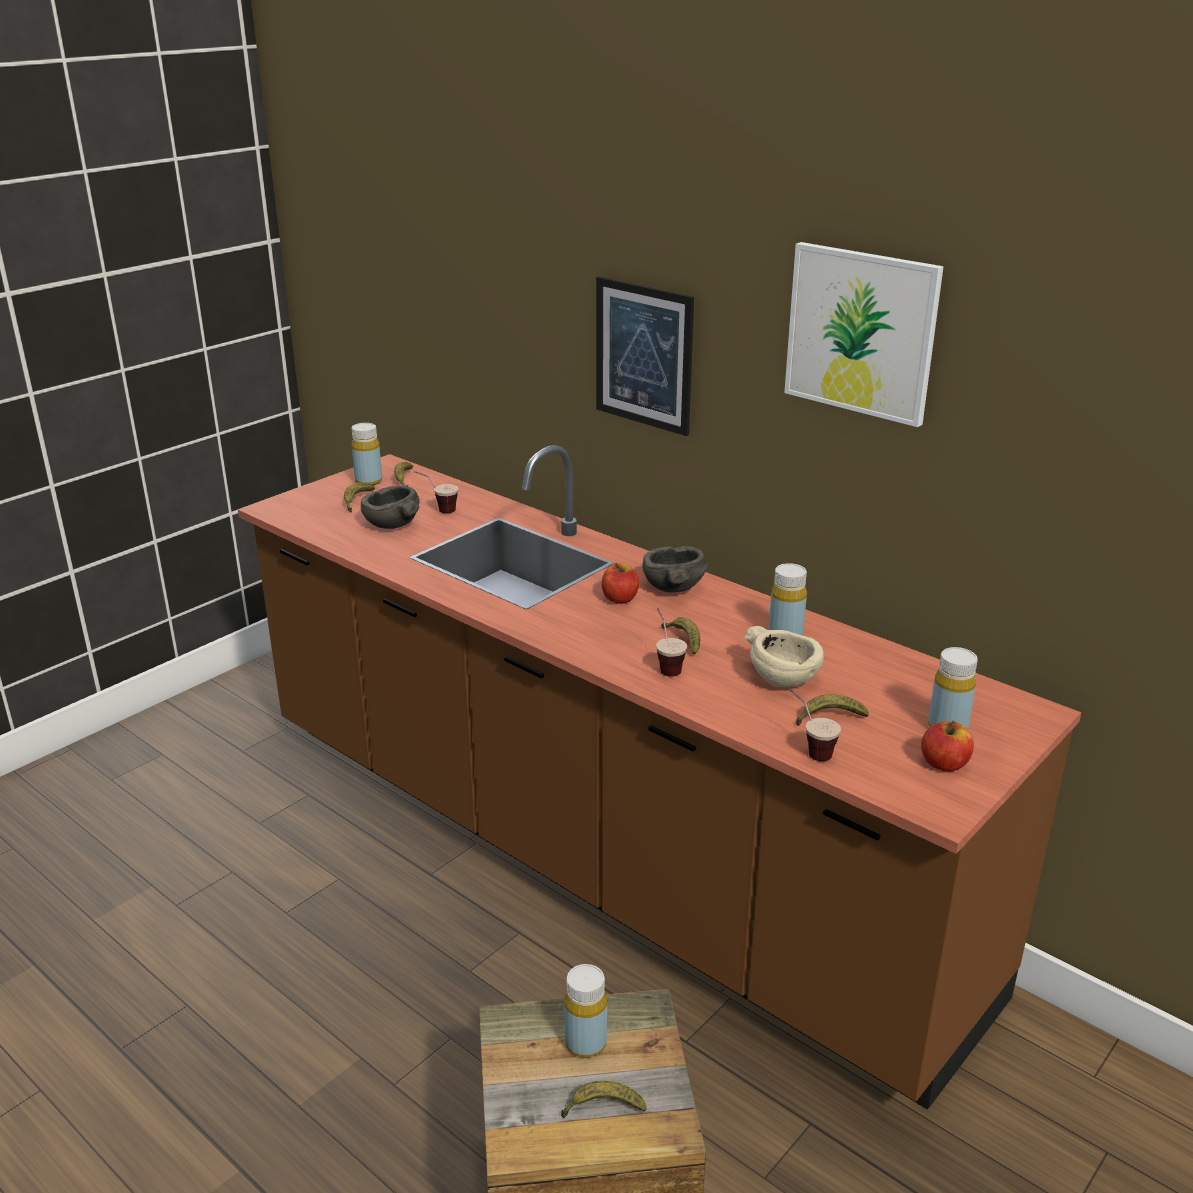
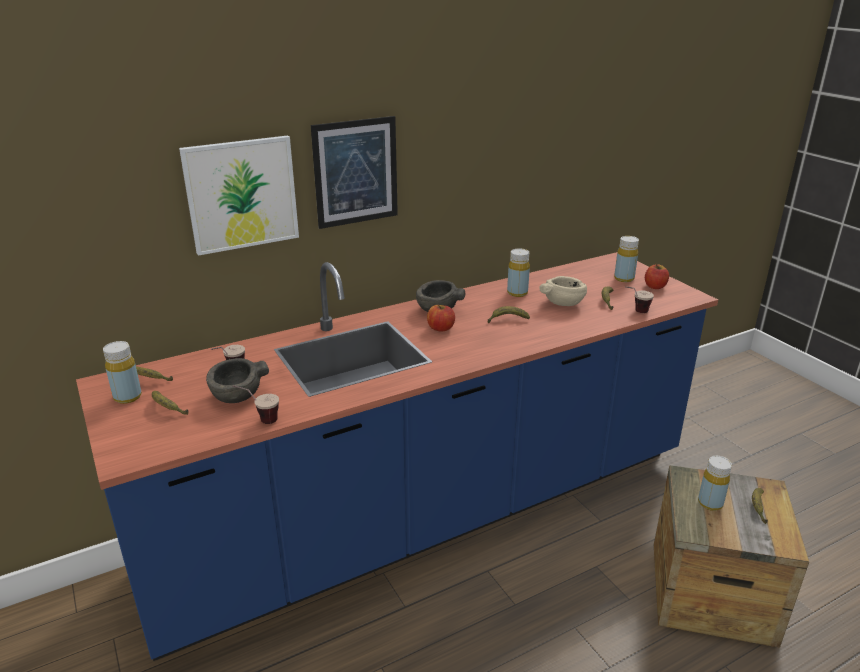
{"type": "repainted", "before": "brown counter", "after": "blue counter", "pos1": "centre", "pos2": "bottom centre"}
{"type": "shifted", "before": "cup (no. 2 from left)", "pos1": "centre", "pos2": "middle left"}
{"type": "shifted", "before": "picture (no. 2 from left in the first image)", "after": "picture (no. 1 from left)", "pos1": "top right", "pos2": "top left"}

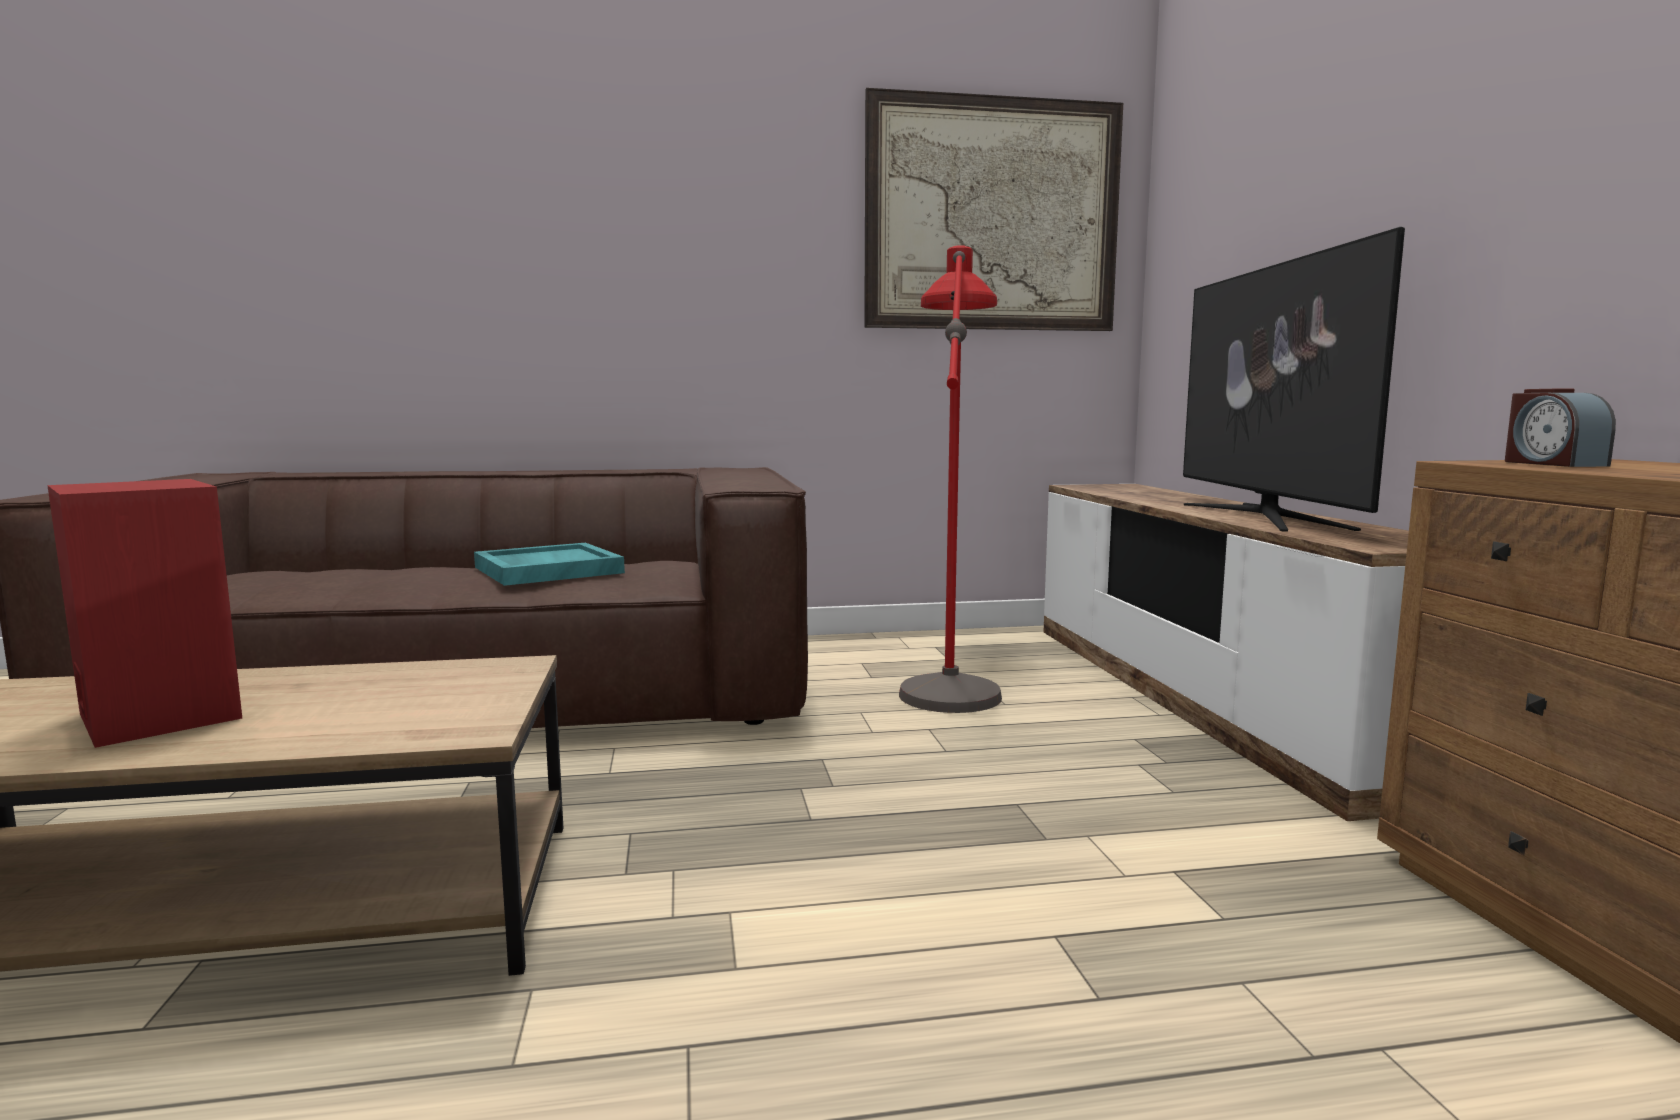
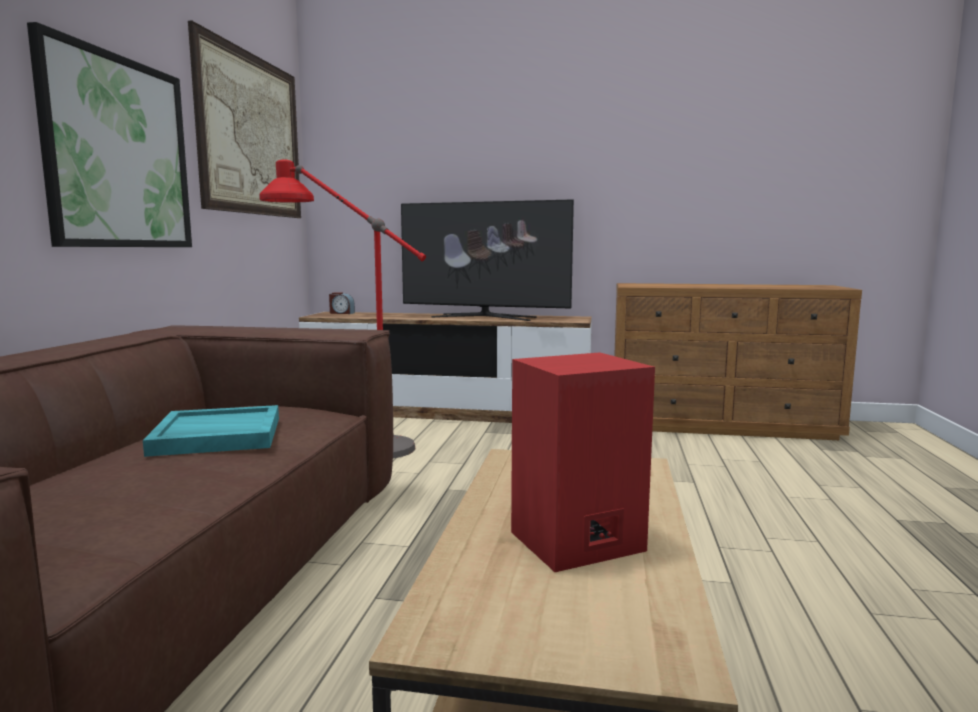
{"type": "shifted", "before": "alarm clock", "pos1": "middle right", "pos2": "centre"}
{"type": "new", "after": "picture (no. 1 from left)", "pos2": "top left"}

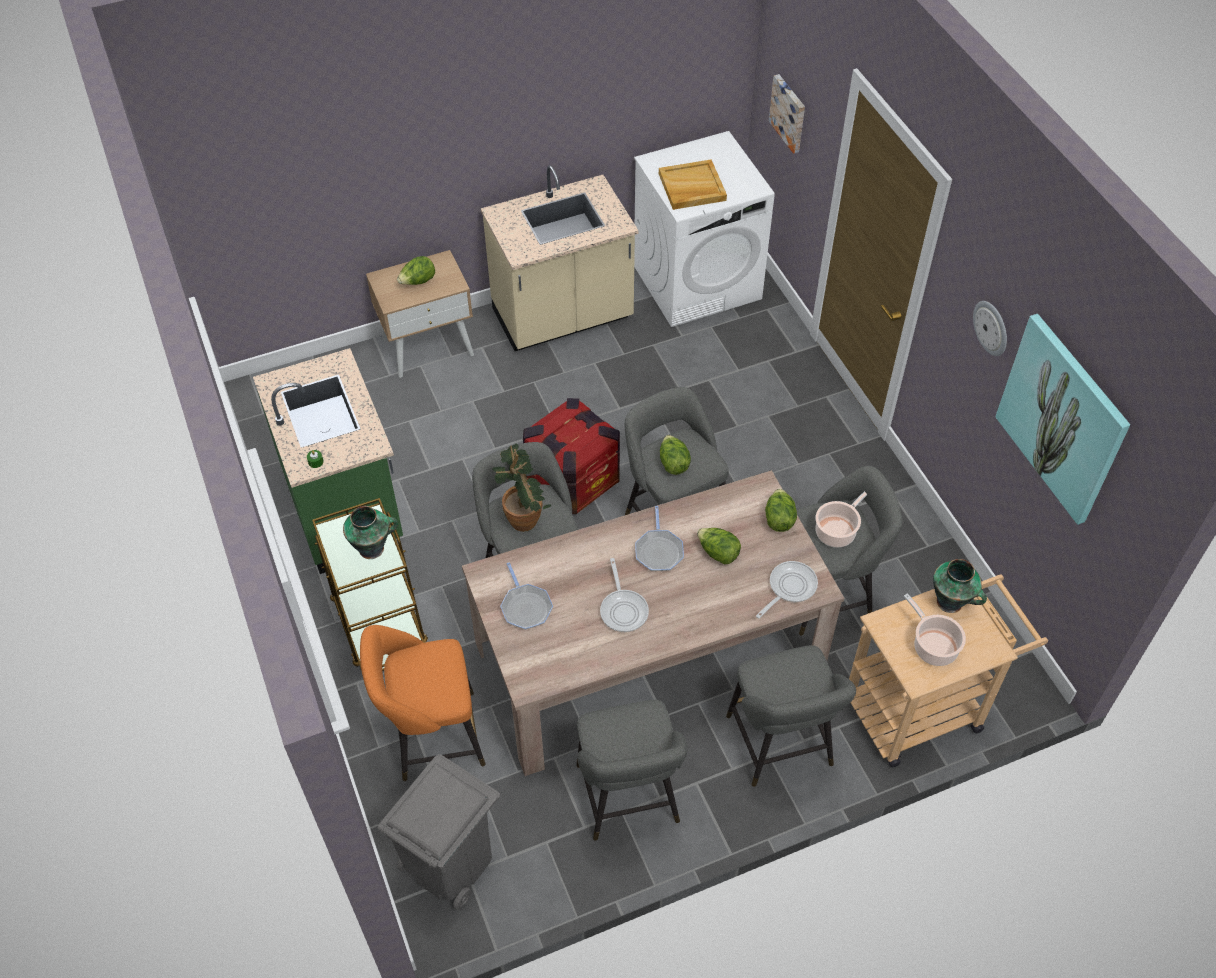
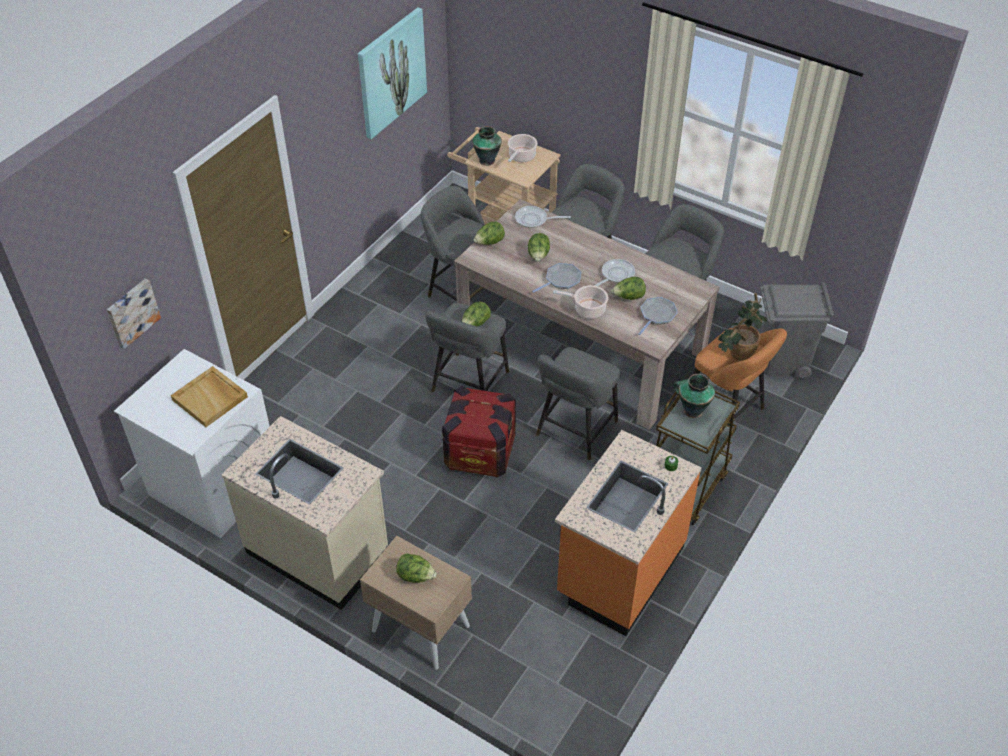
{"type": "repainted", "before": "green counter", "after": "orange counter", "pos1": "middle left", "pos2": "bottom centre"}
{"type": "shifted", "before": "potted plant", "pos1": "centre", "pos2": "middle right"}
{"type": "shifted", "before": "cooking pot (no. 1 from left in the first image)", "after": "cooking pot (no. 2 from left)", "pos1": "middle right", "pos2": "centre"}
{"type": "gone", "before": "wall clock", "pos1": "middle right"}
{"type": "new", "after": "lettuce (no. 5 from left)", "pos2": "centre"}

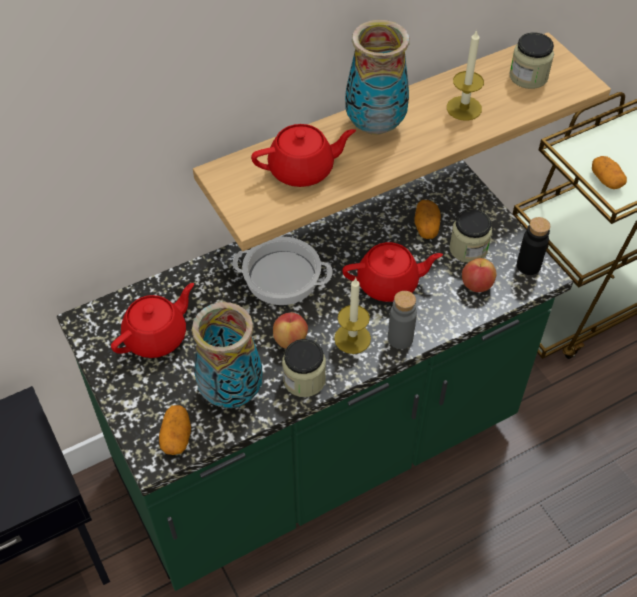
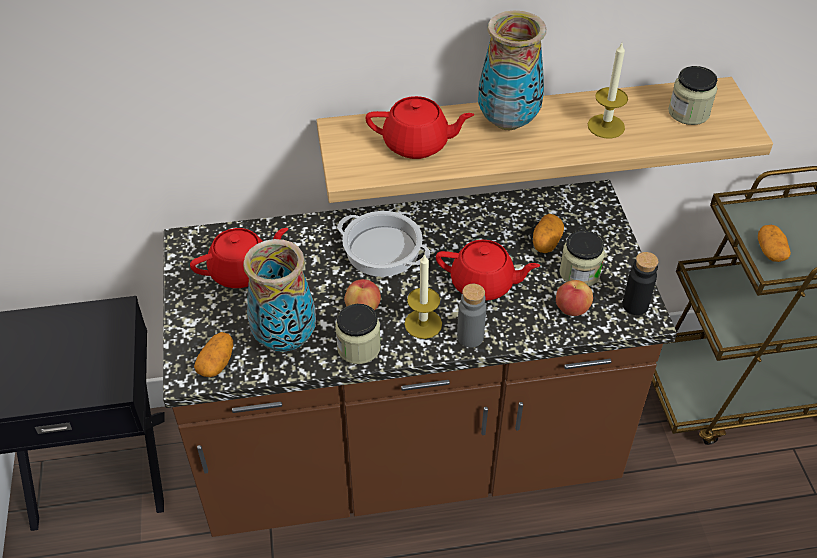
{"type": "repainted", "before": "green counter", "after": "brown counter", "pos1": "centre", "pos2": "centre"}

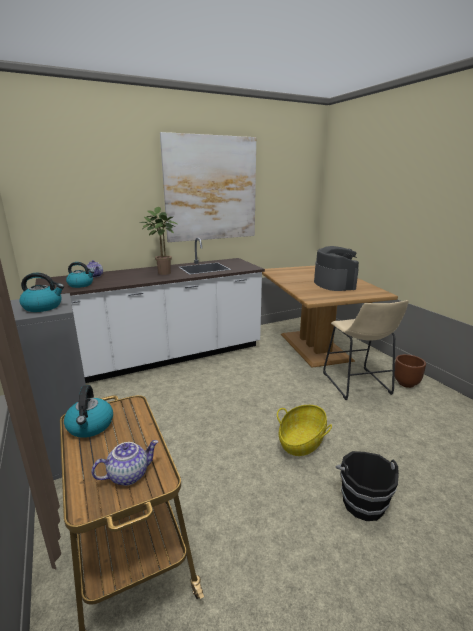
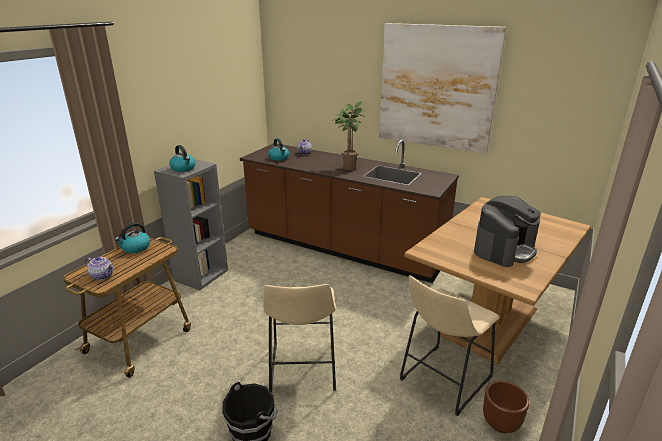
{"type": "repainted", "before": "white counter", "after": "brown counter", "pos1": "middle left", "pos2": "centre"}
{"type": "swapped", "before": "basket", "after": "beige stool (no. 1 from left)", "pos1": "bottom centre", "pos2": "bottom centre"}

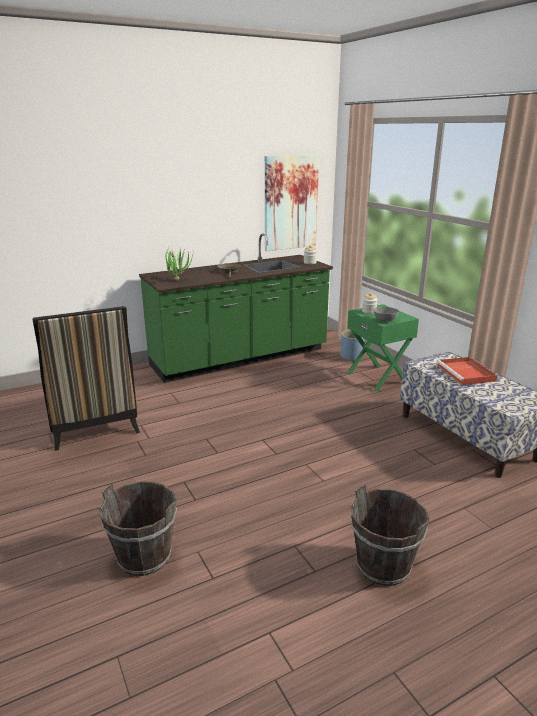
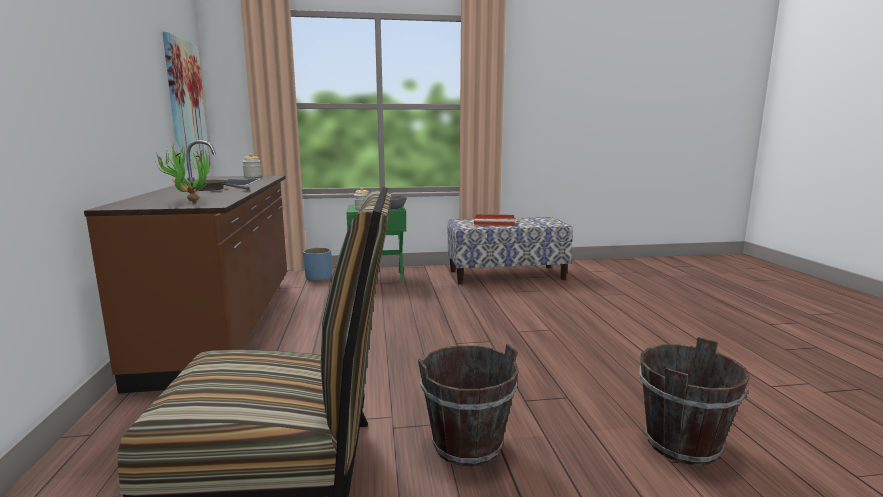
{"type": "repainted", "before": "green counter", "after": "brown counter", "pos1": "centre", "pos2": "middle left"}
{"type": "shifted", "before": "brown bucket (no. 2 from left in the first image)", "after": "brown bucket (no. 1 from left)", "pos1": "bottom right", "pos2": "bottom centre"}

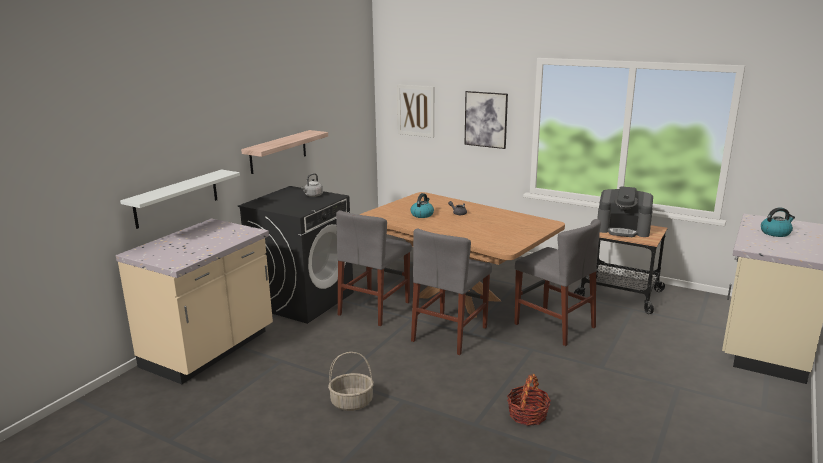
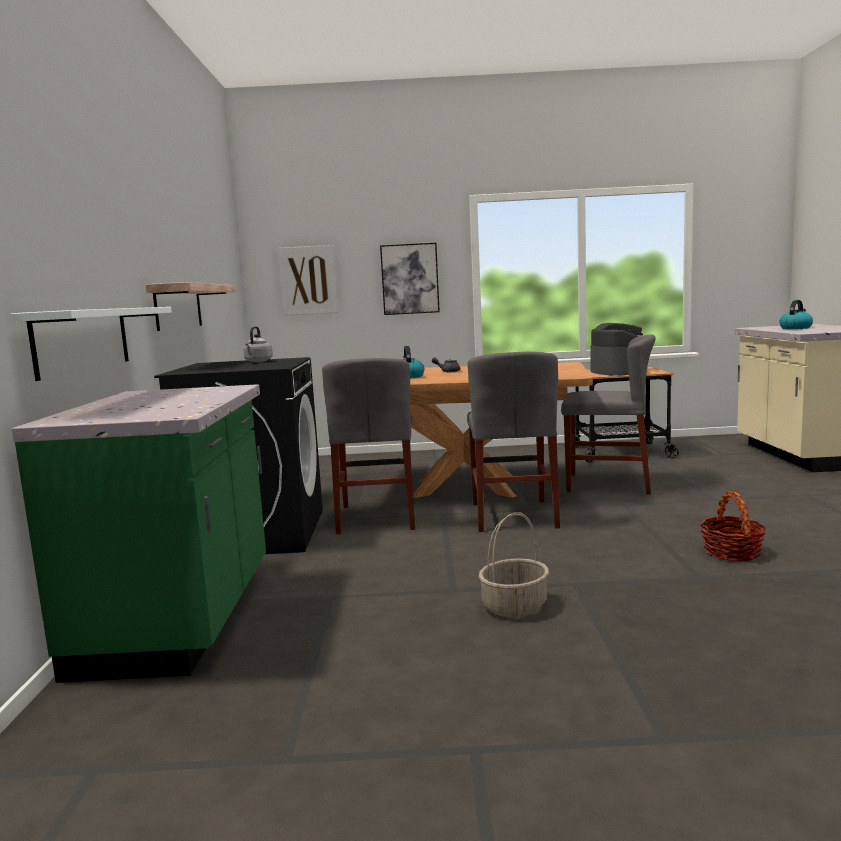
{"type": "repainted", "before": "beige counter (no. 1 from left)", "after": "green counter", "pos1": "middle left", "pos2": "middle left"}
{"type": "rotated", "before": "coffee machine", "pos1": "middle right", "pos2": "middle right", "turn": -90}

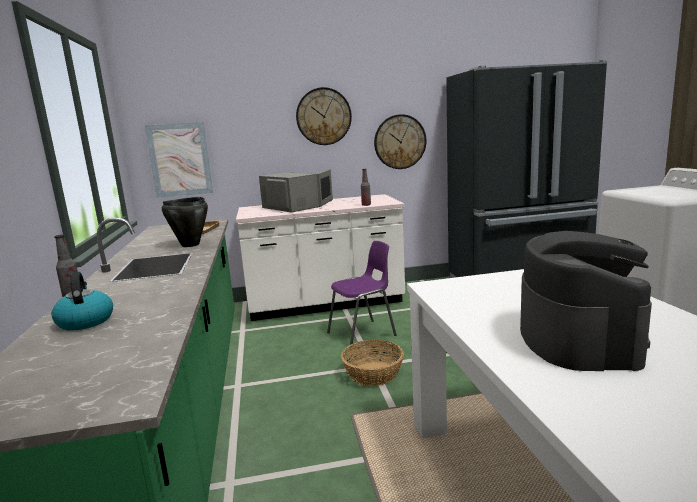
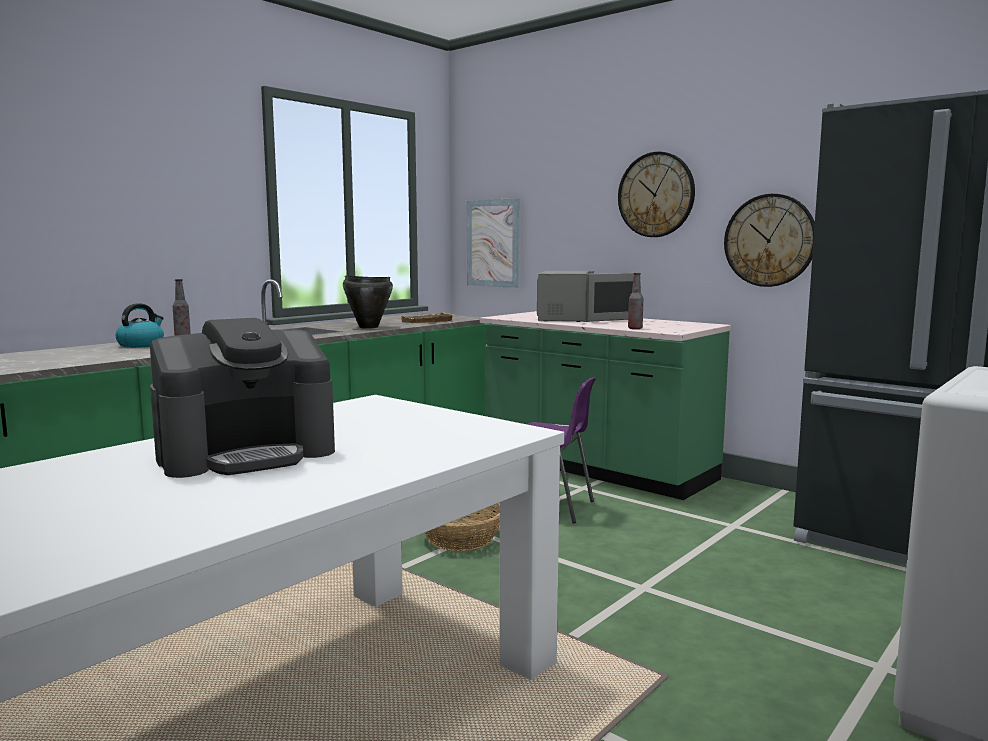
{"type": "repainted", "before": "white counter", "after": "green counter (no. 2 from left)", "pos1": "centre", "pos2": "centre"}

